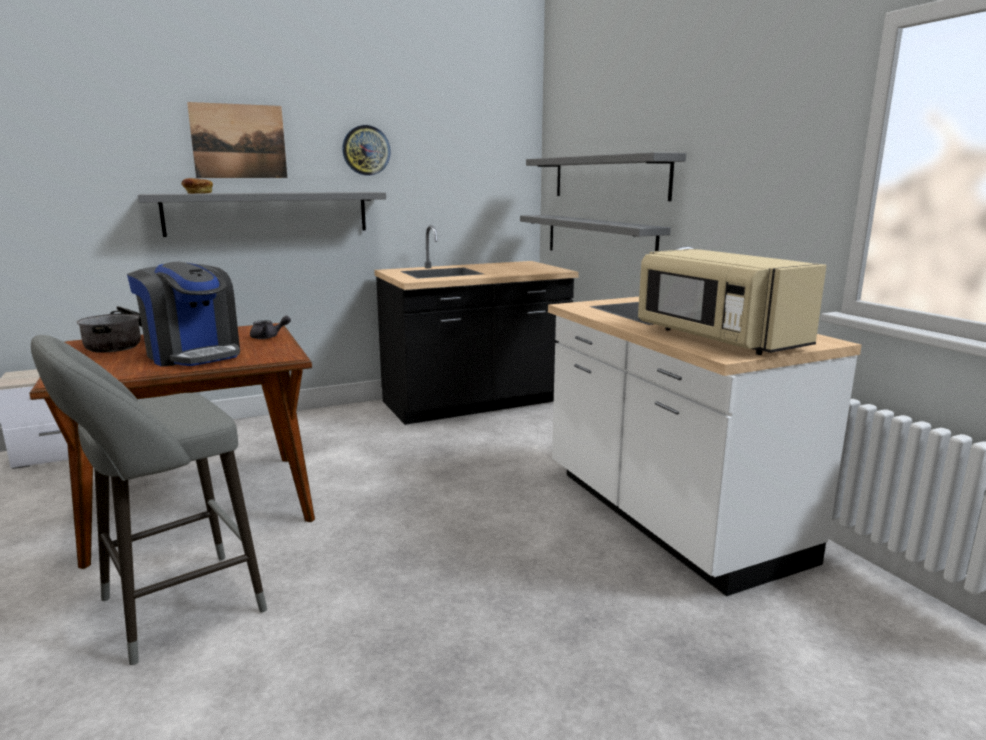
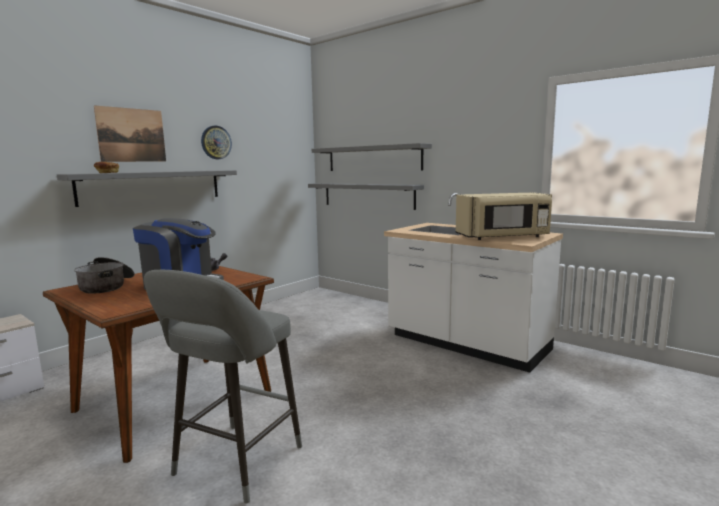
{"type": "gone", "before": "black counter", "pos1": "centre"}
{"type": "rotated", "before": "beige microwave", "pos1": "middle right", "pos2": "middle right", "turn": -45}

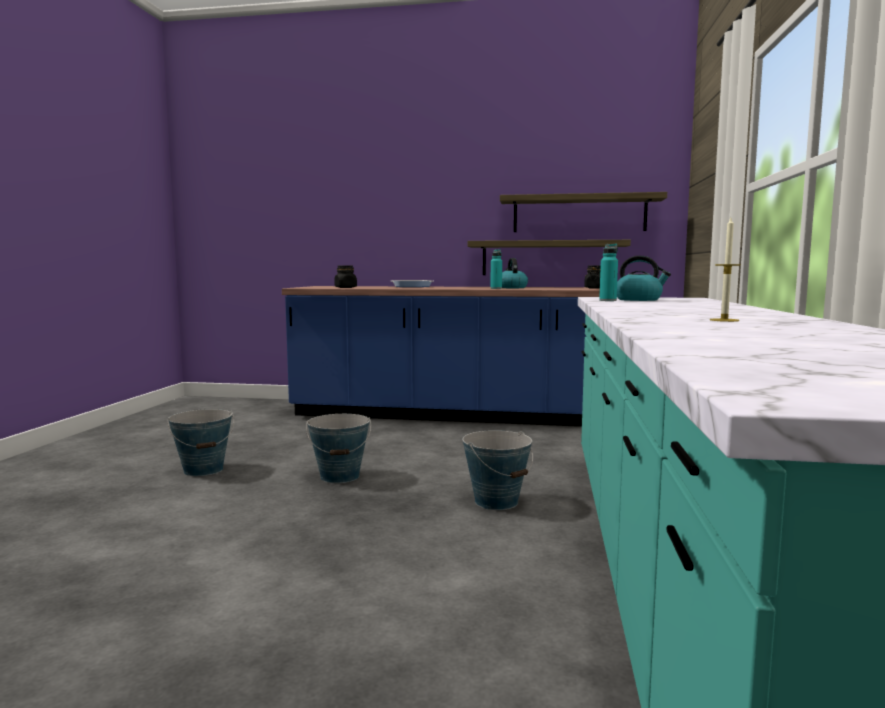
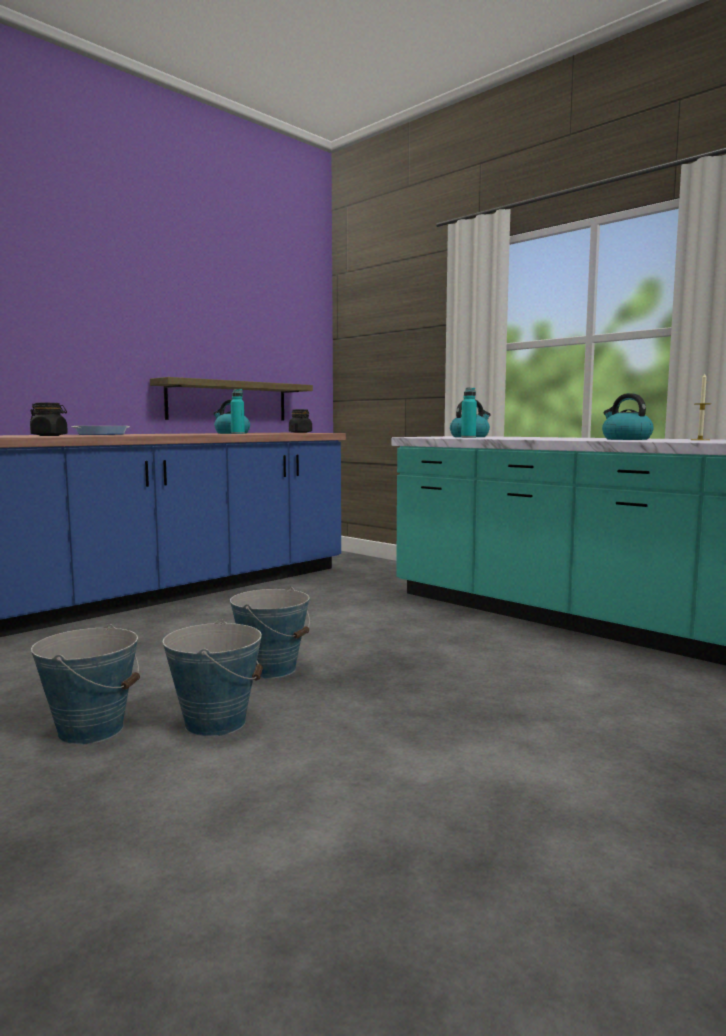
{"type": "shifted", "before": "bucket (no. 3 from left in the first image)", "after": "bucket (no. 2 from left)", "pos1": "centre", "pos2": "middle left"}
{"type": "gone", "before": "shelf (no. 2 from left)", "pos1": "top centre"}
{"type": "new", "after": "kettle (no. 3 from left)", "pos2": "middle right"}

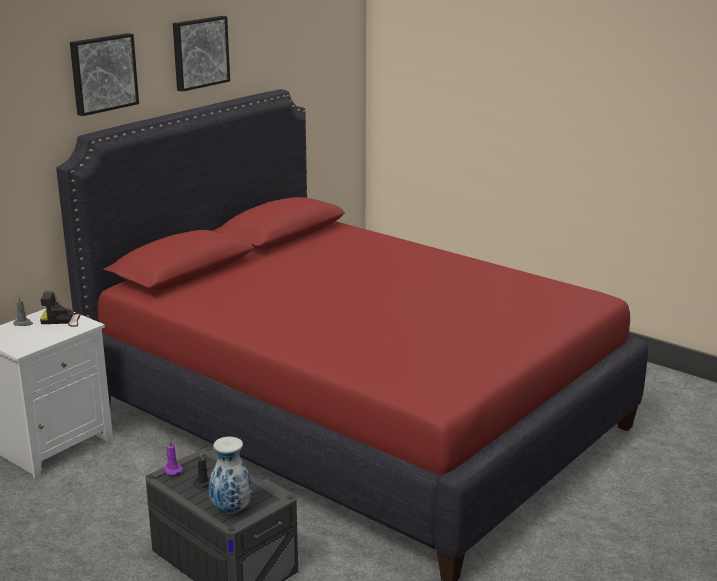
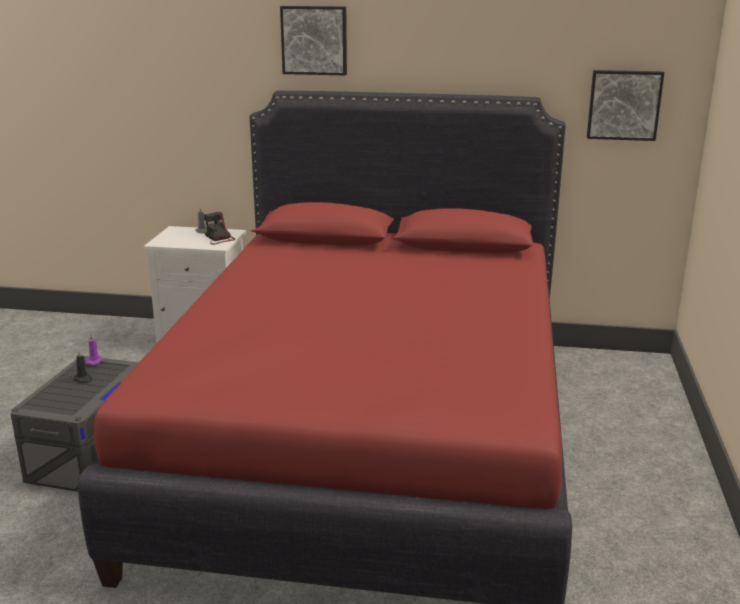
{"type": "shifted", "before": "picture (no. 2 from left)", "pos1": "top left", "pos2": "top right"}
{"type": "gone", "before": "vase", "pos1": "bottom left"}

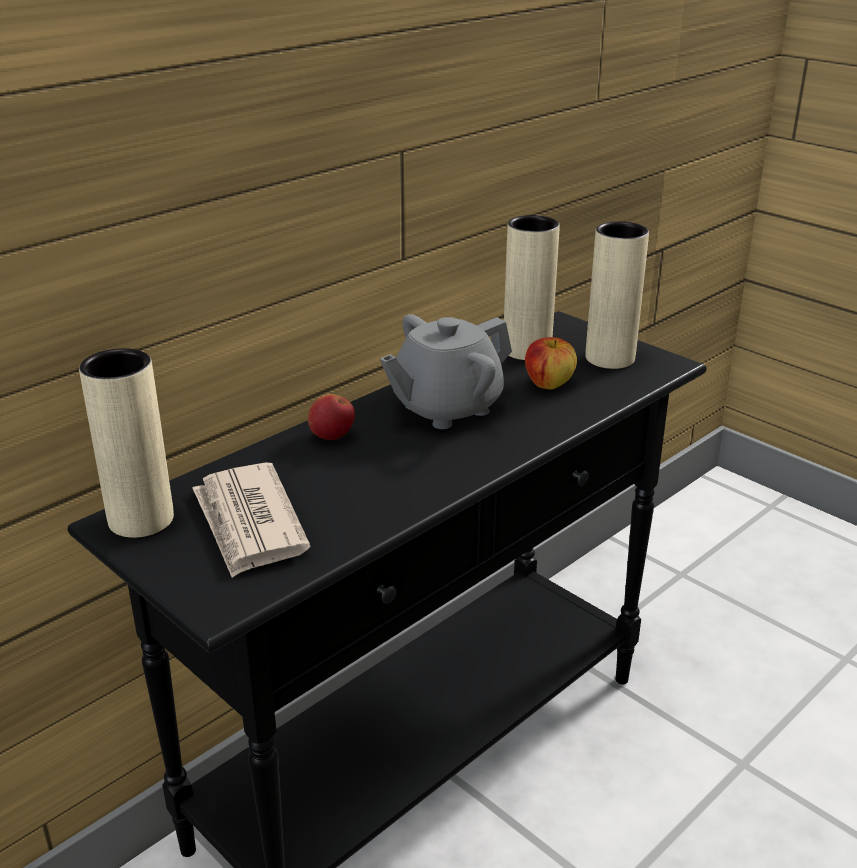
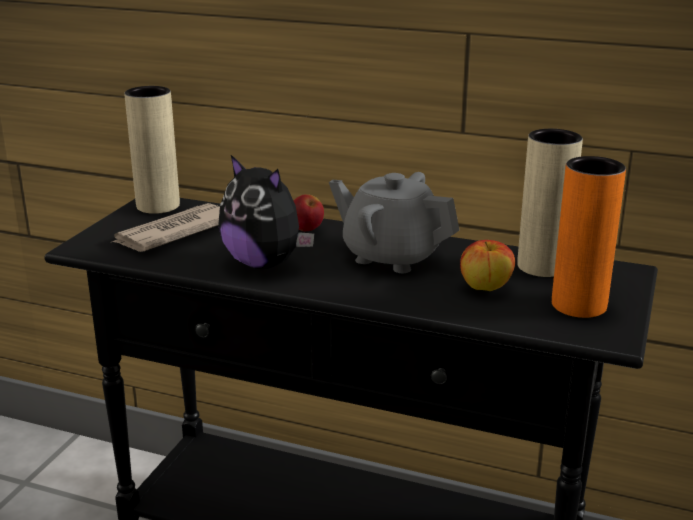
{"type": "repainted", "before": "beige vase (no. 3 from left)", "after": "orange vase", "pos1": "middle right", "pos2": "middle right"}
{"type": "new", "after": "plush toy", "pos2": "centre"}

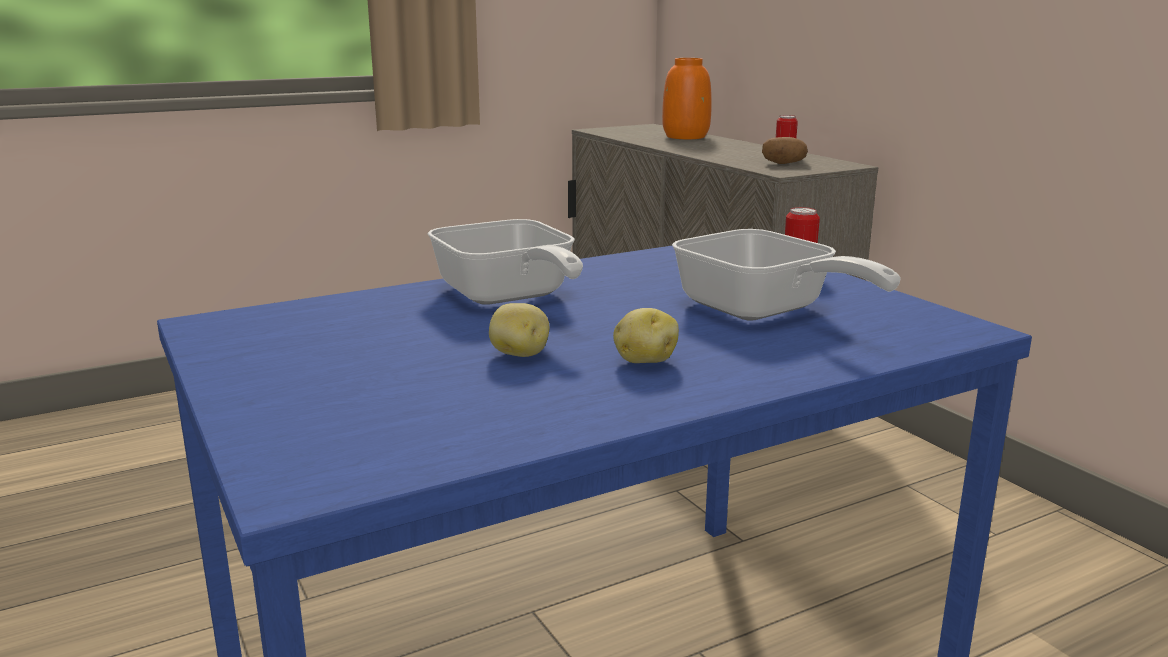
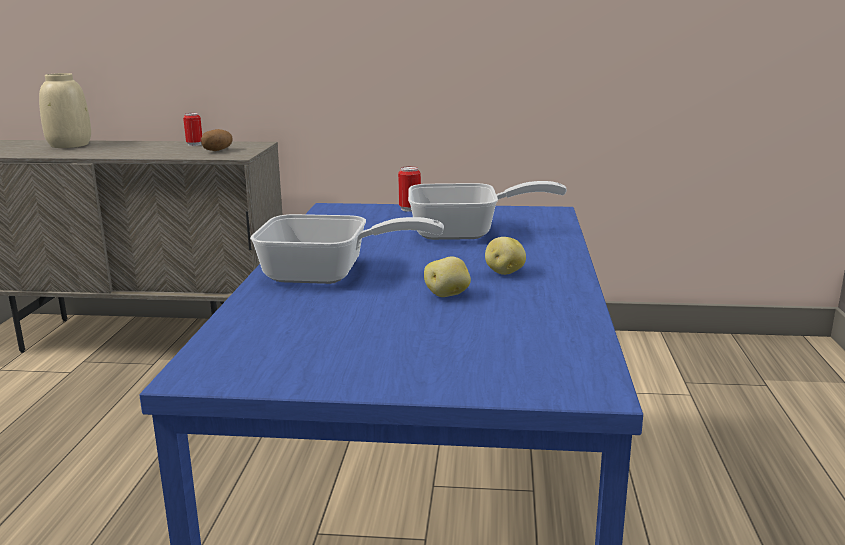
{"type": "repainted", "before": "orange vase", "after": "beige vase", "pos1": "top centre", "pos2": "top left"}

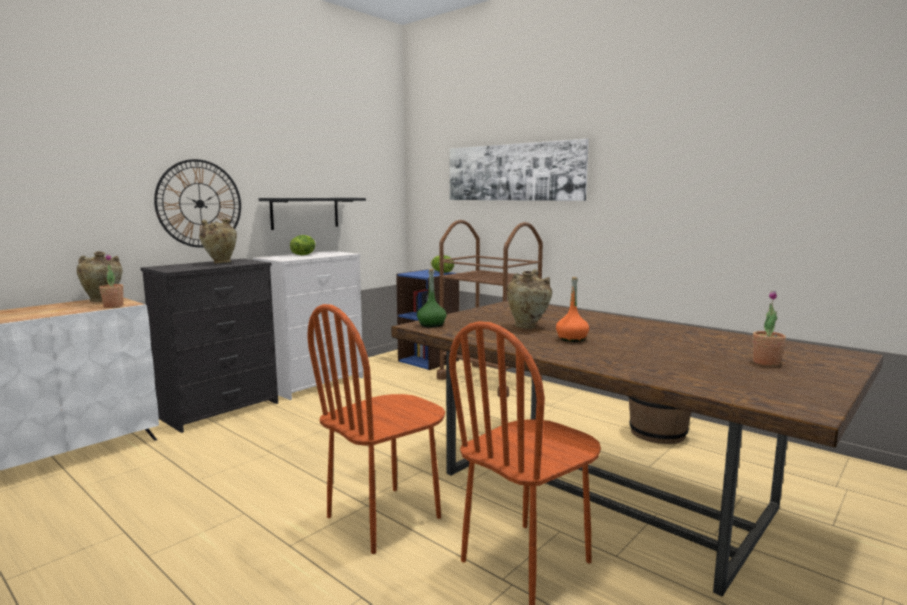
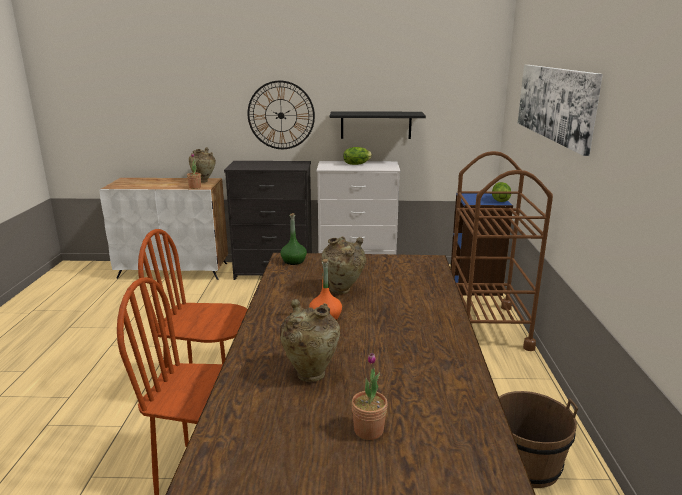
{"type": "shifted", "before": "beige vase (no. 2 from left)", "pos1": "middle left", "pos2": "bottom centre"}

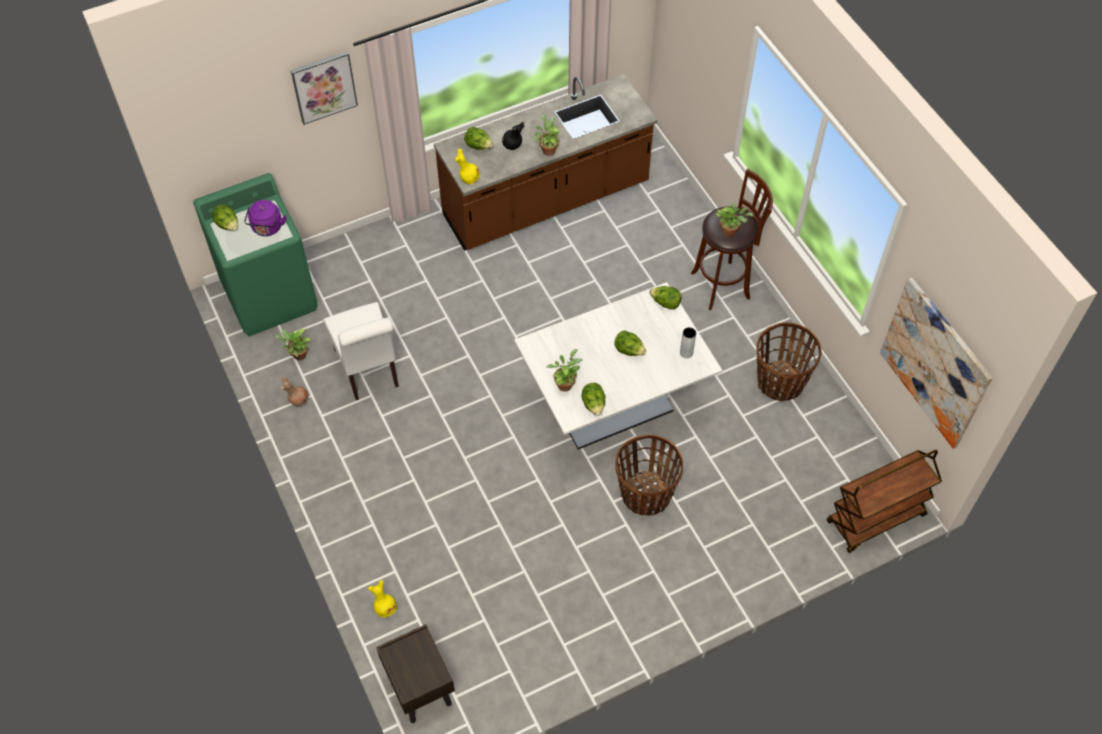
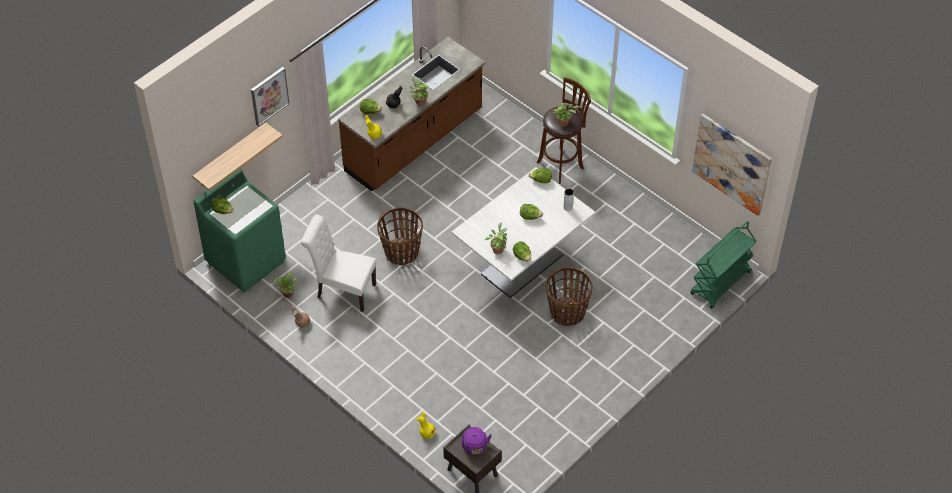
{"type": "shifted", "before": "purple kettle", "pos1": "top left", "pos2": "bottom centre"}
{"type": "rotated", "before": "white chair", "pos1": "middle left", "pos2": "centre", "turn": 150}
{"type": "shifted", "before": "basket (no. 2 from left in the first image)", "after": "basket (no. 1 from left)", "pos1": "middle right", "pos2": "centre"}
{"type": "repainted", "before": "brown cart", "after": "green cart", "pos1": "bottom right", "pos2": "middle right"}
{"type": "new", "after": "shelf", "pos2": "top left"}

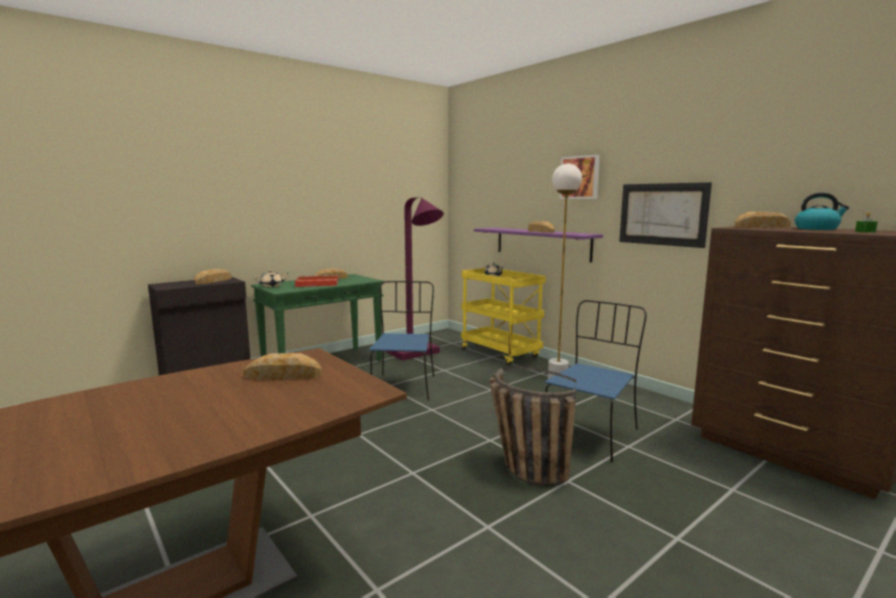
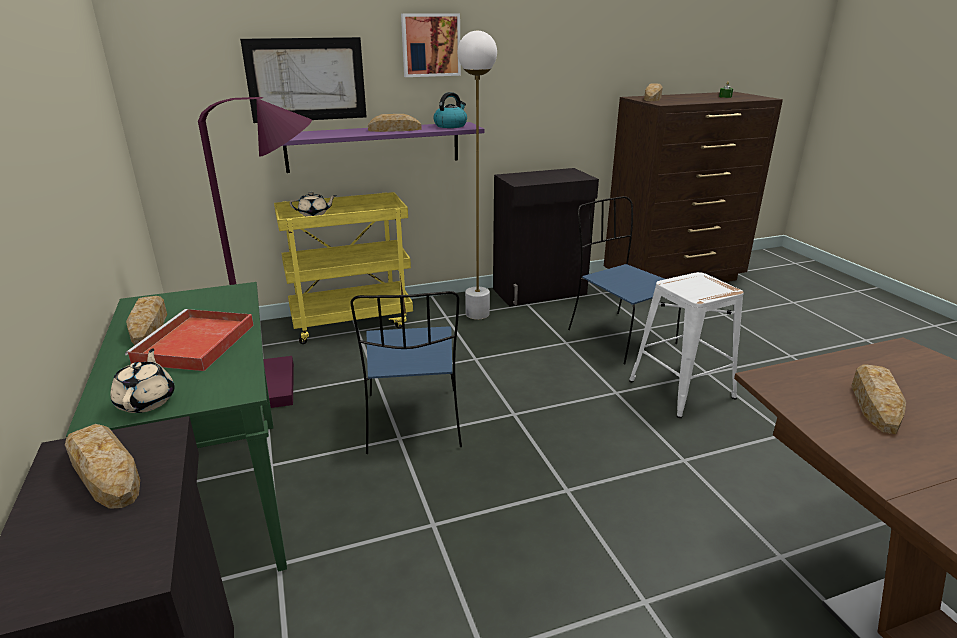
{"type": "rotated", "before": "blue chair (no. 1 from left)", "pos1": "centre", "pos2": "centre", "turn": -120}
{"type": "swapped", "before": "basket", "after": "white stool", "pos1": "bottom centre", "pos2": "middle right"}
{"type": "shifted", "before": "picture (no. 2 from left in the first image)", "after": "picture (no. 1 from left)", "pos1": "middle right", "pos2": "top left"}
{"type": "shifted", "before": "kettle", "pos1": "middle right", "pos2": "top centre"}
{"type": "new", "after": "black cabinet (no. 2 from left)", "pos2": "centre"}

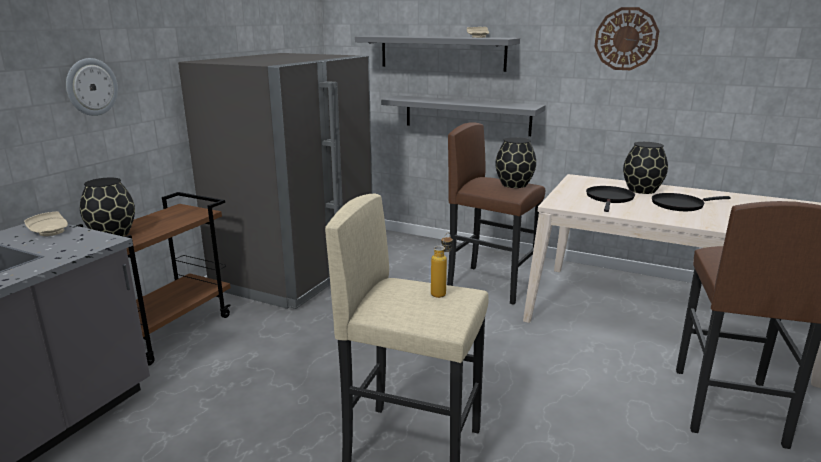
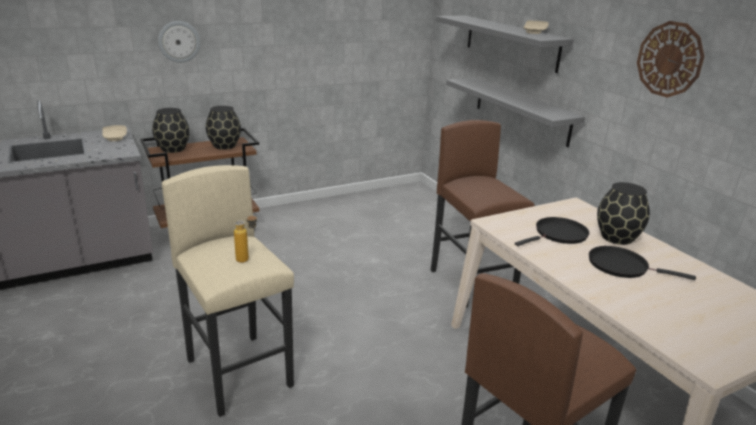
{"type": "gone", "before": "grey fridge", "pos1": "centre"}
{"type": "shifted", "before": "black vase (no. 2 from left)", "pos1": "centre", "pos2": "top left"}

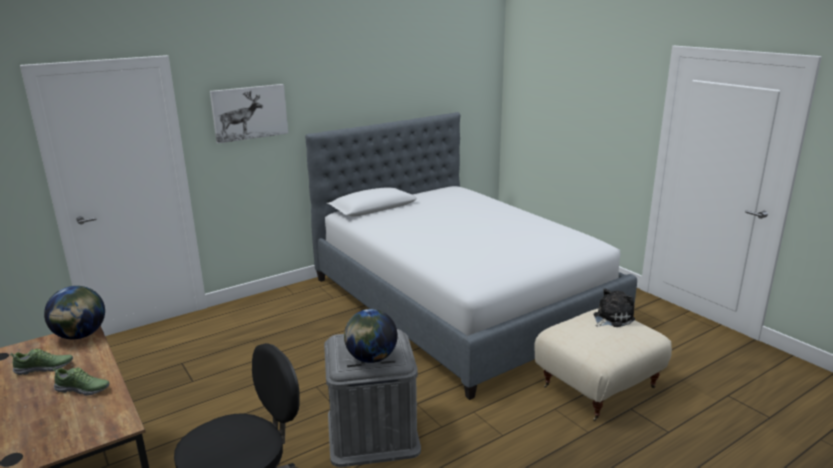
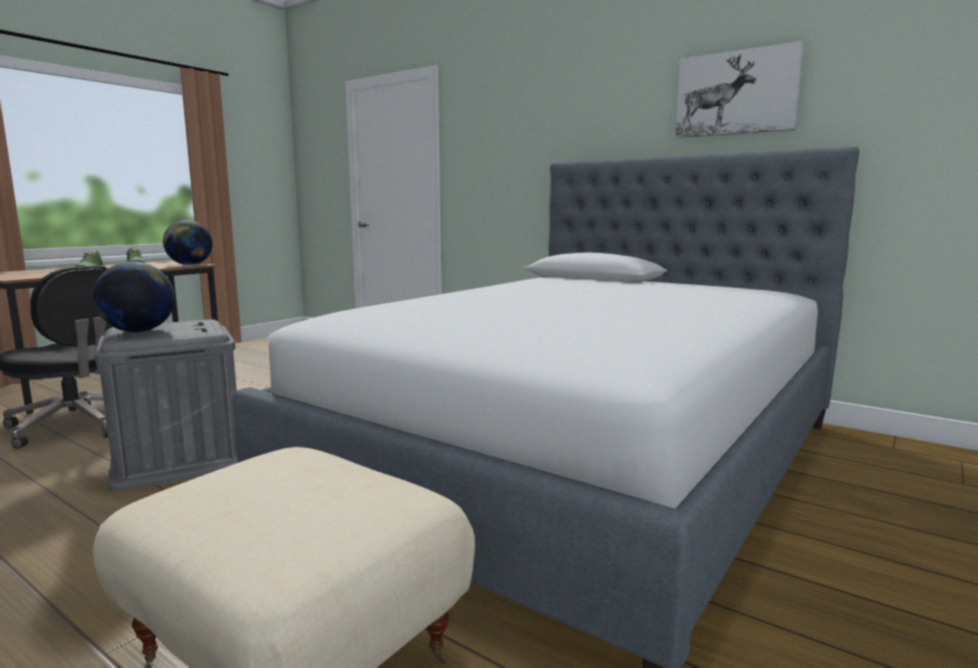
{"type": "shifted", "before": "picture", "pos1": "top left", "pos2": "top right"}
{"type": "gone", "before": "plush toy", "pos1": "middle right"}

